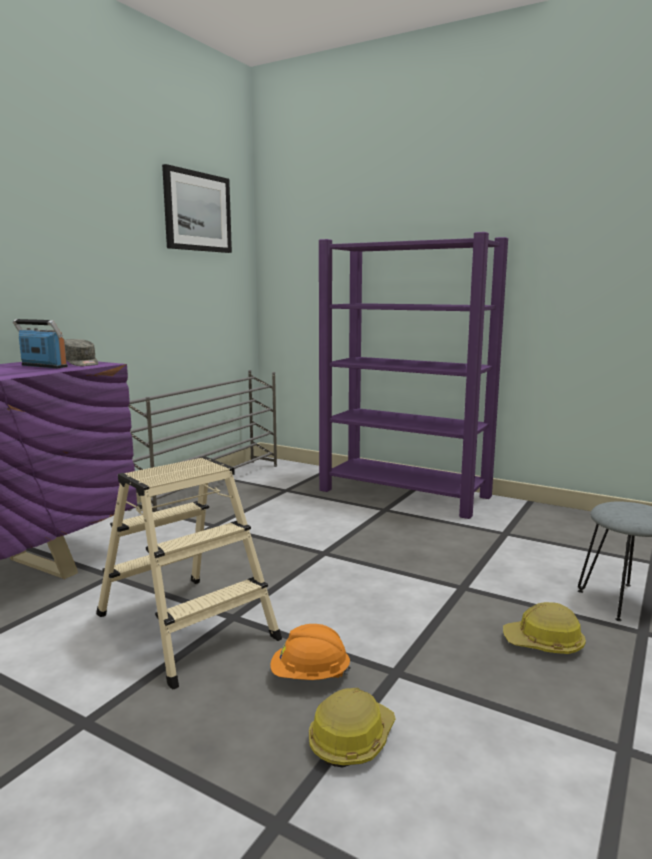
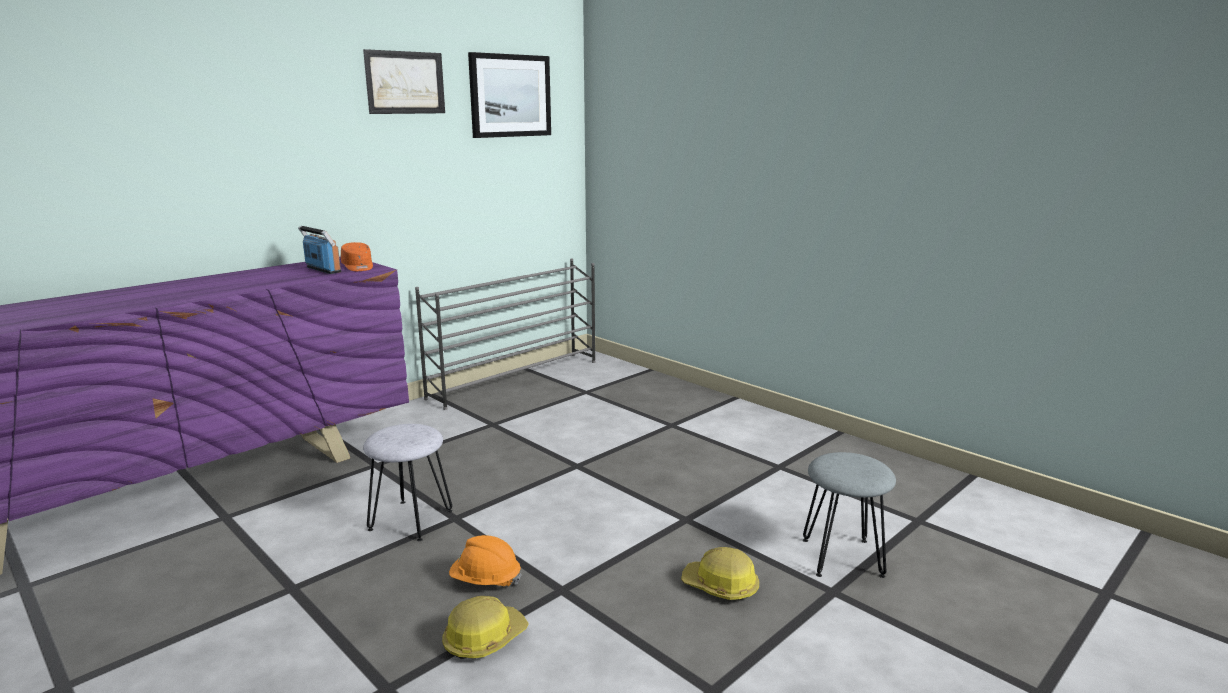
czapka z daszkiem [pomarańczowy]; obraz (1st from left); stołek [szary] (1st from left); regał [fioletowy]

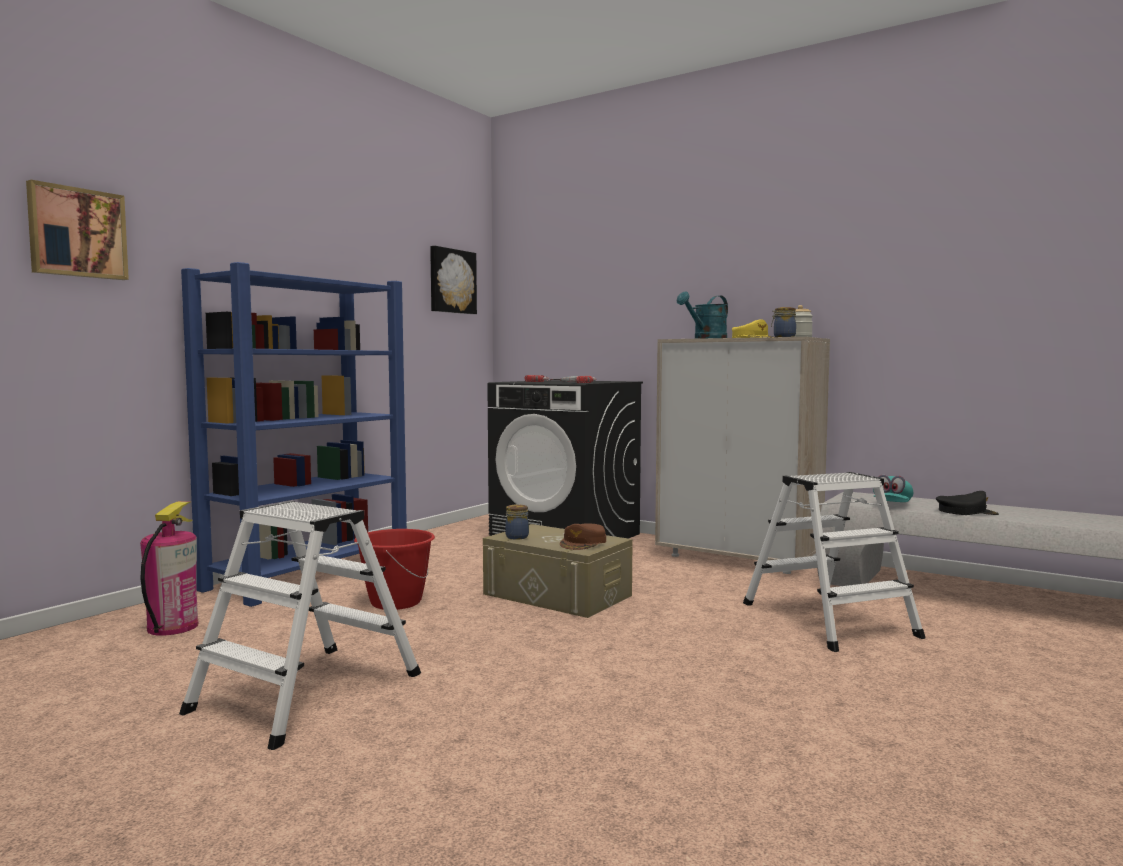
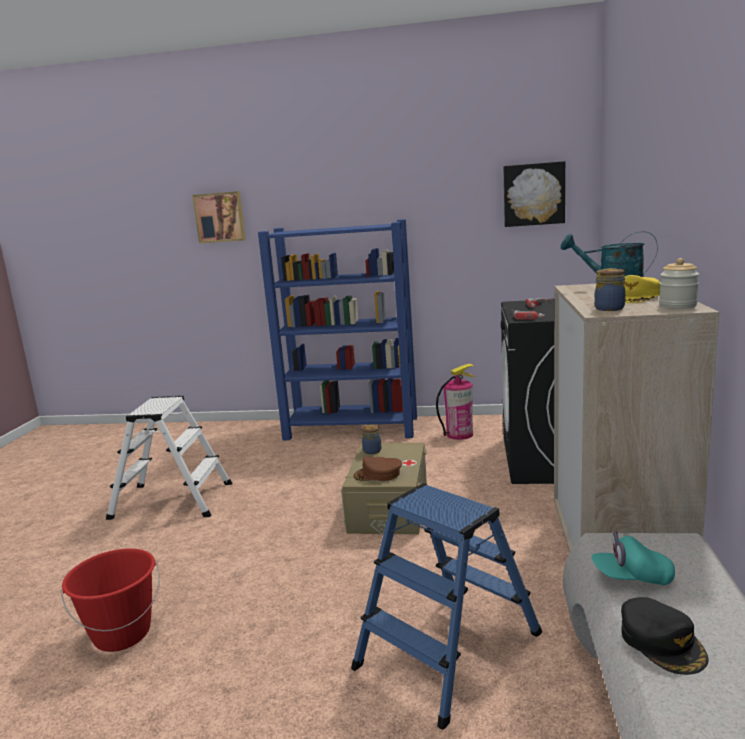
wiadro [czerwony]; drabinka [niebieski]; gaśnica

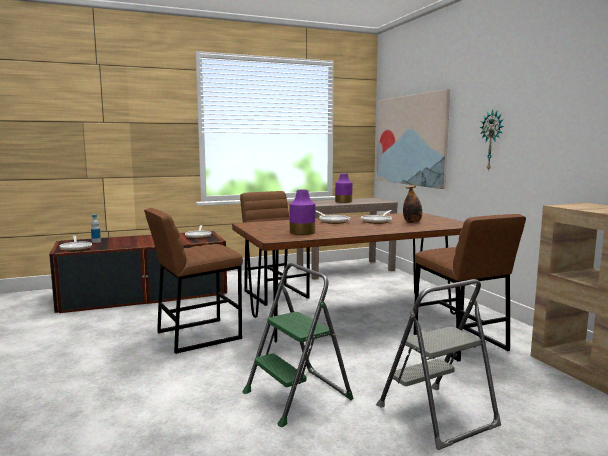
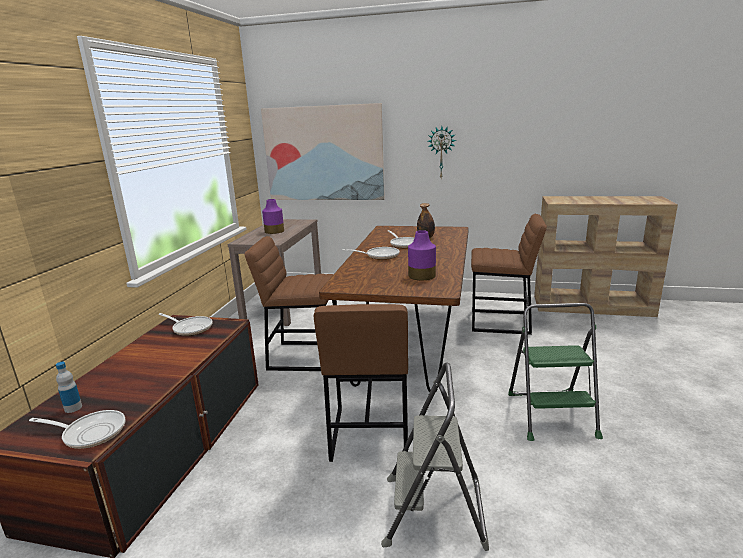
drabinka [szary]

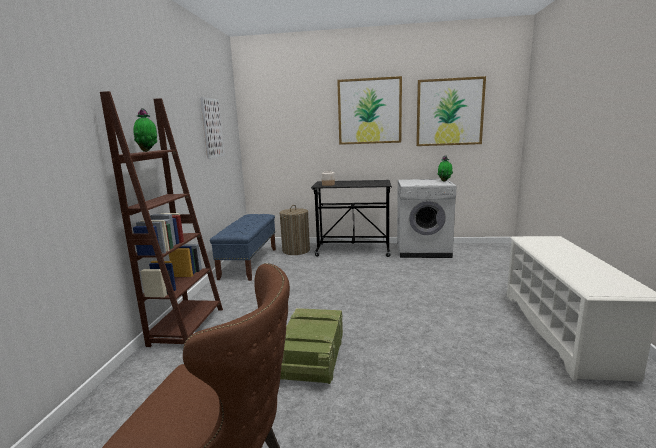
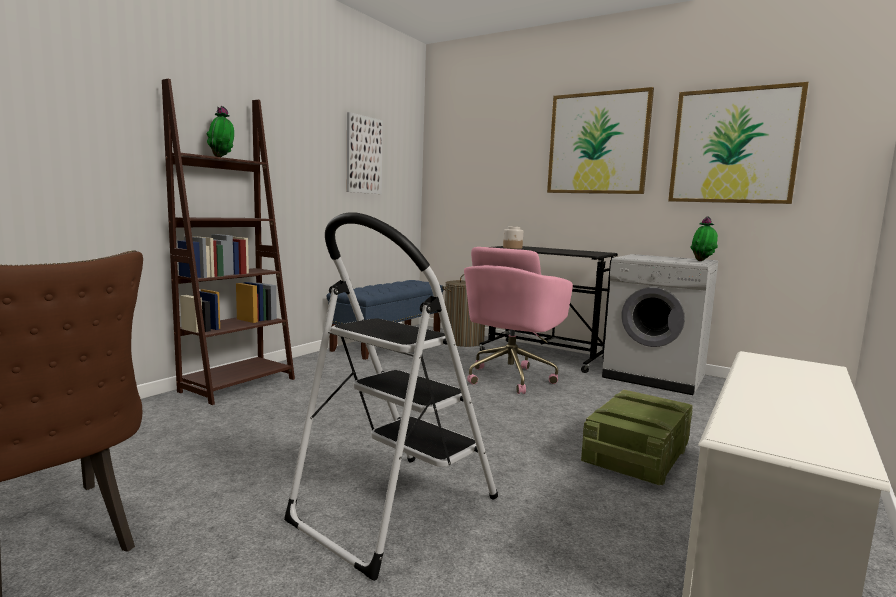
drabinka; krzesło biurowe [różowy]; skrzynka

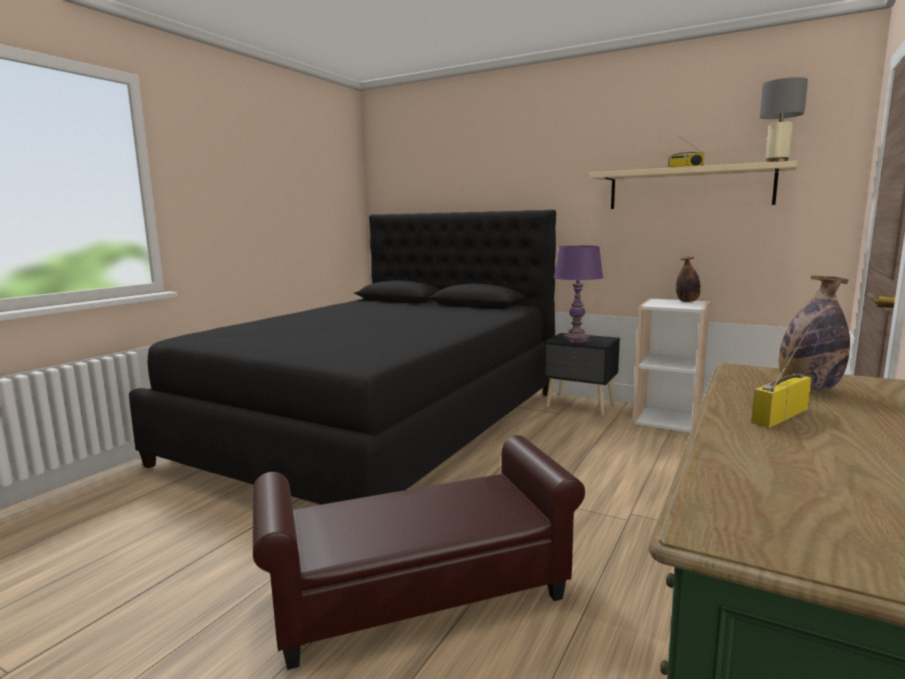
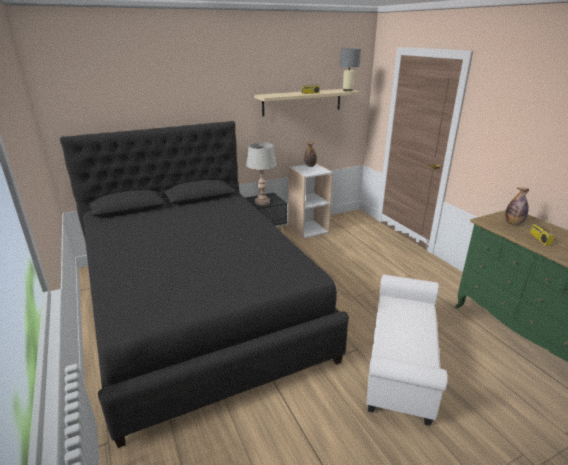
lampa stołowa [szary] (1st from left); pufa [biały]

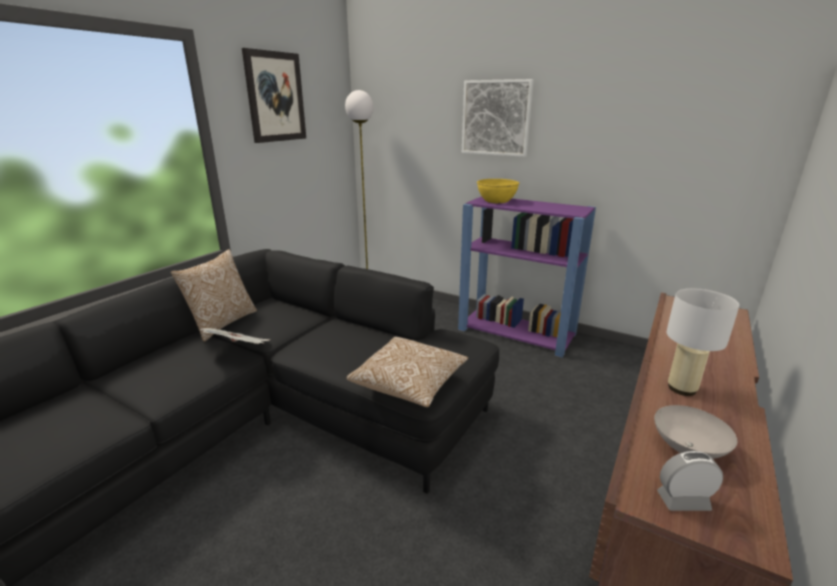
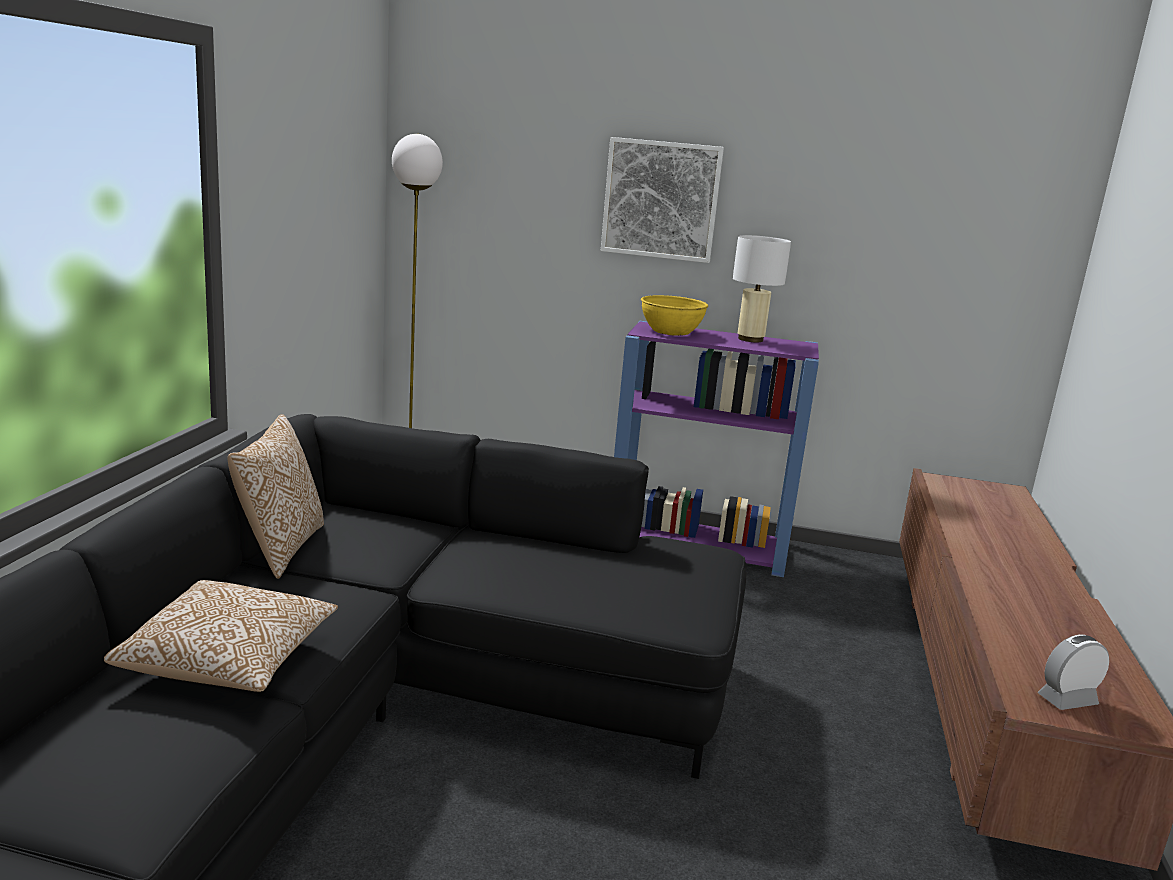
poduszka (1st from left); lampa stołowa [biały]; gazeta; obraz (1st from left in the first image); miska [biały]

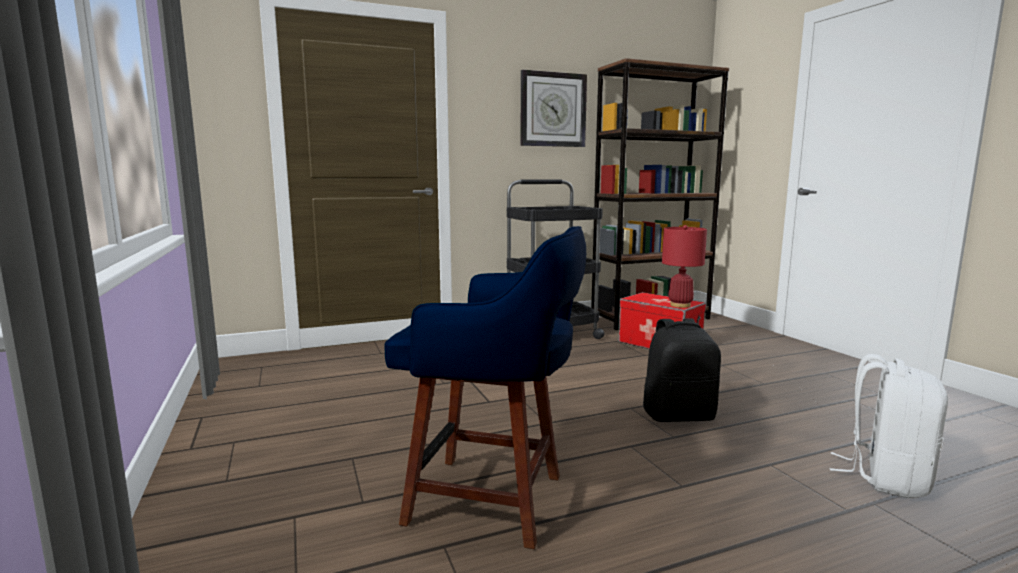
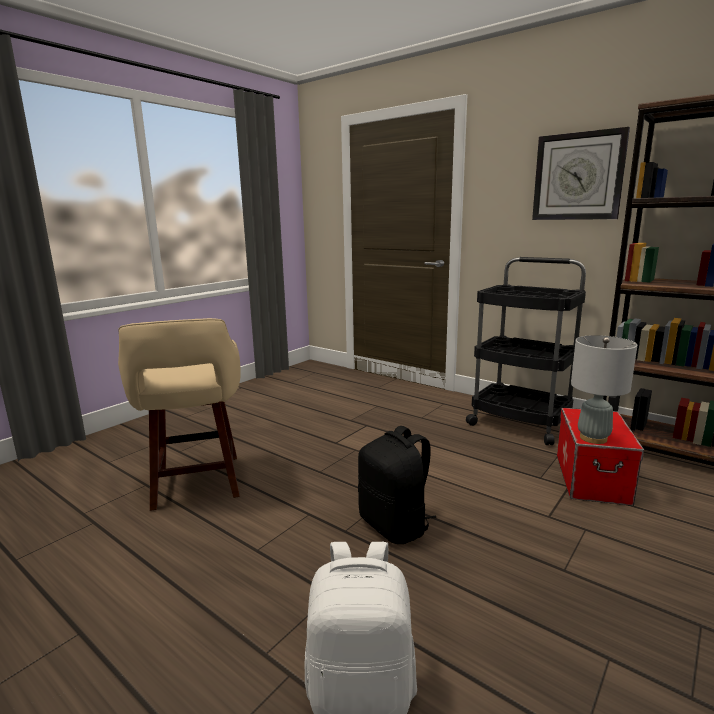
stołek [beżowy]; lampa stołowa [szary]

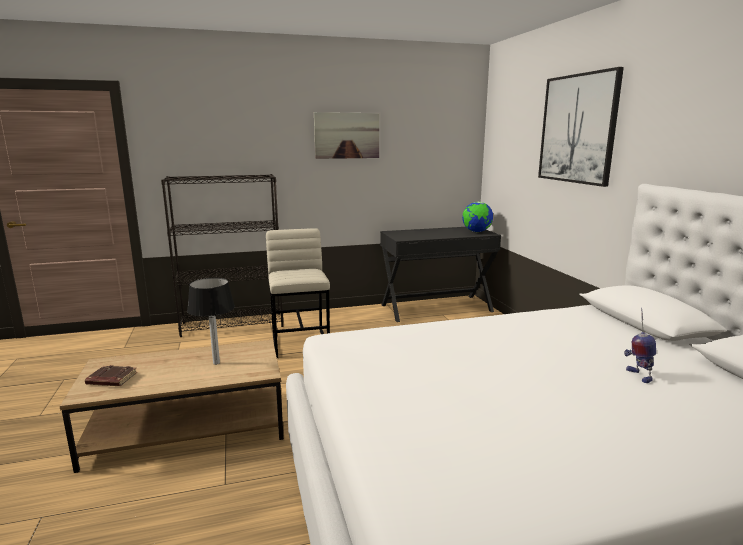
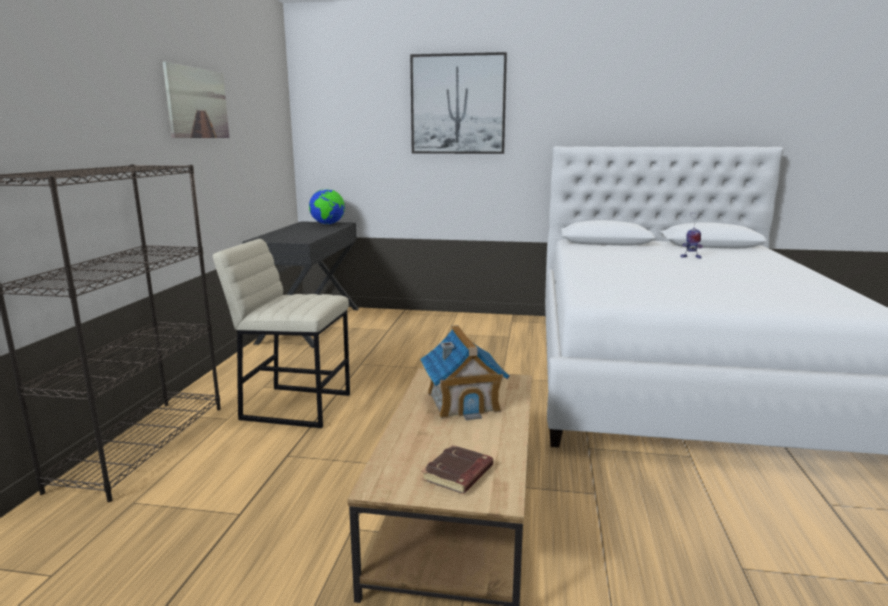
domek

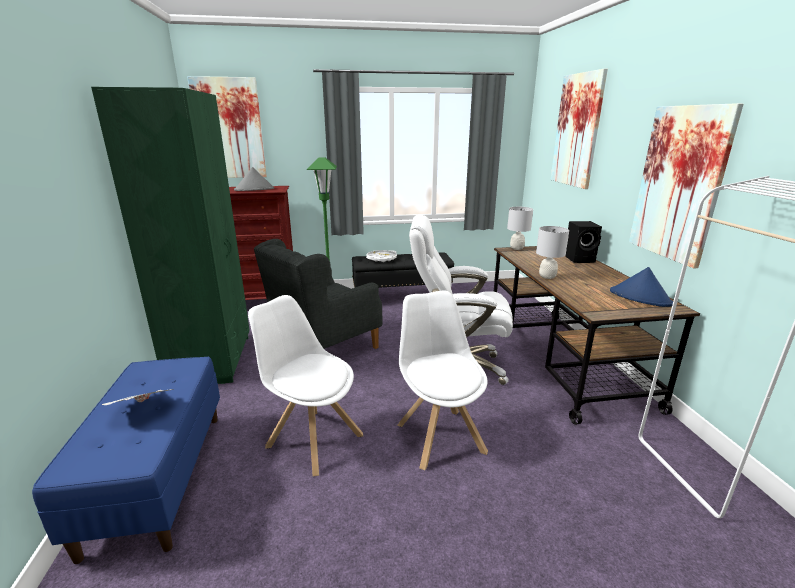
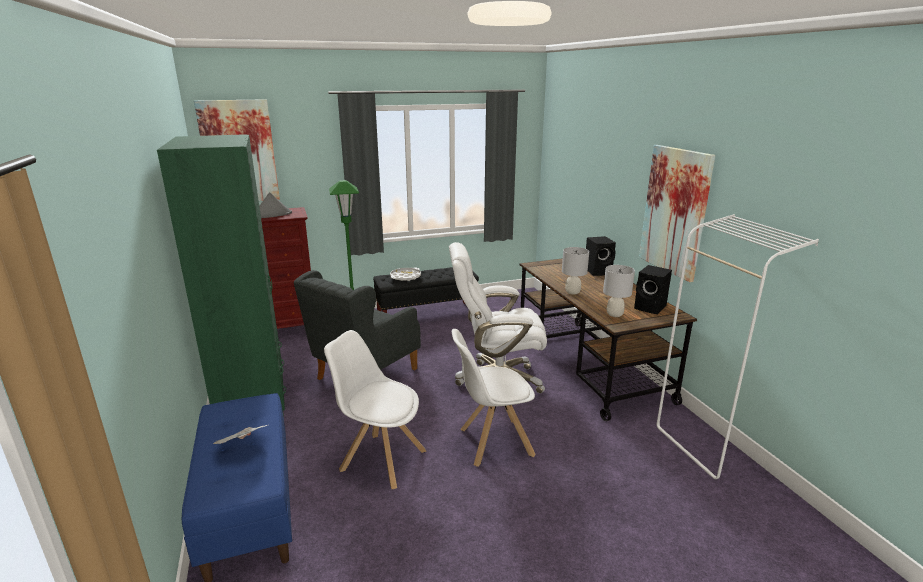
krzesło [biały] (2nd from left); lampa stołowa [szary] (2nd from left); głośnik [czarny] (2nd from left); obraz (2nd from left in the first image)

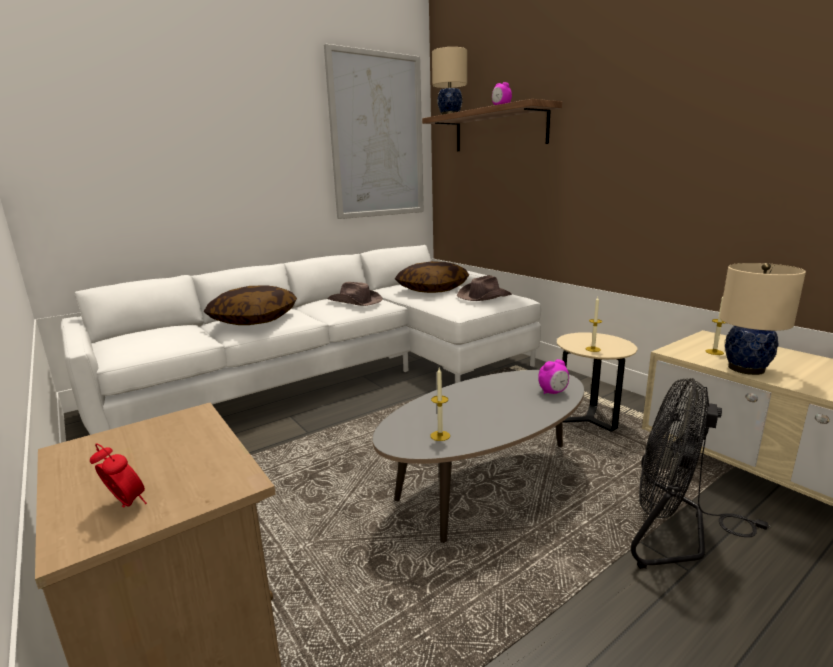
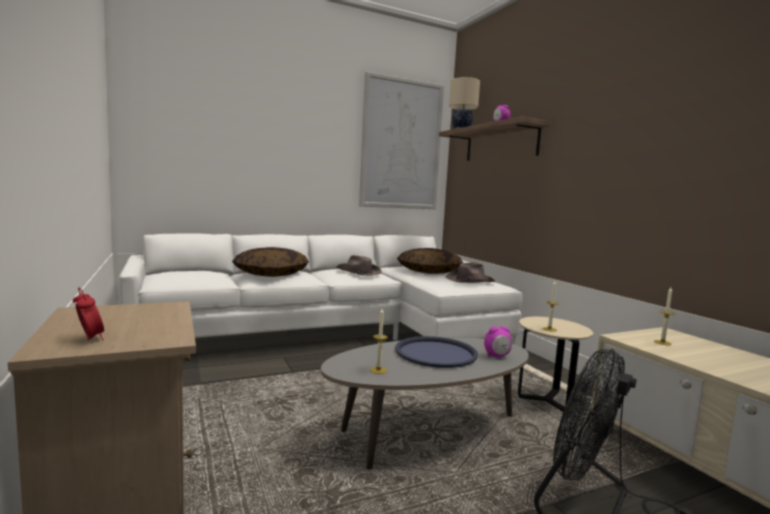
taca [niebieski]; lampa stołowa [beżowy] (2nd from left in the first image)

